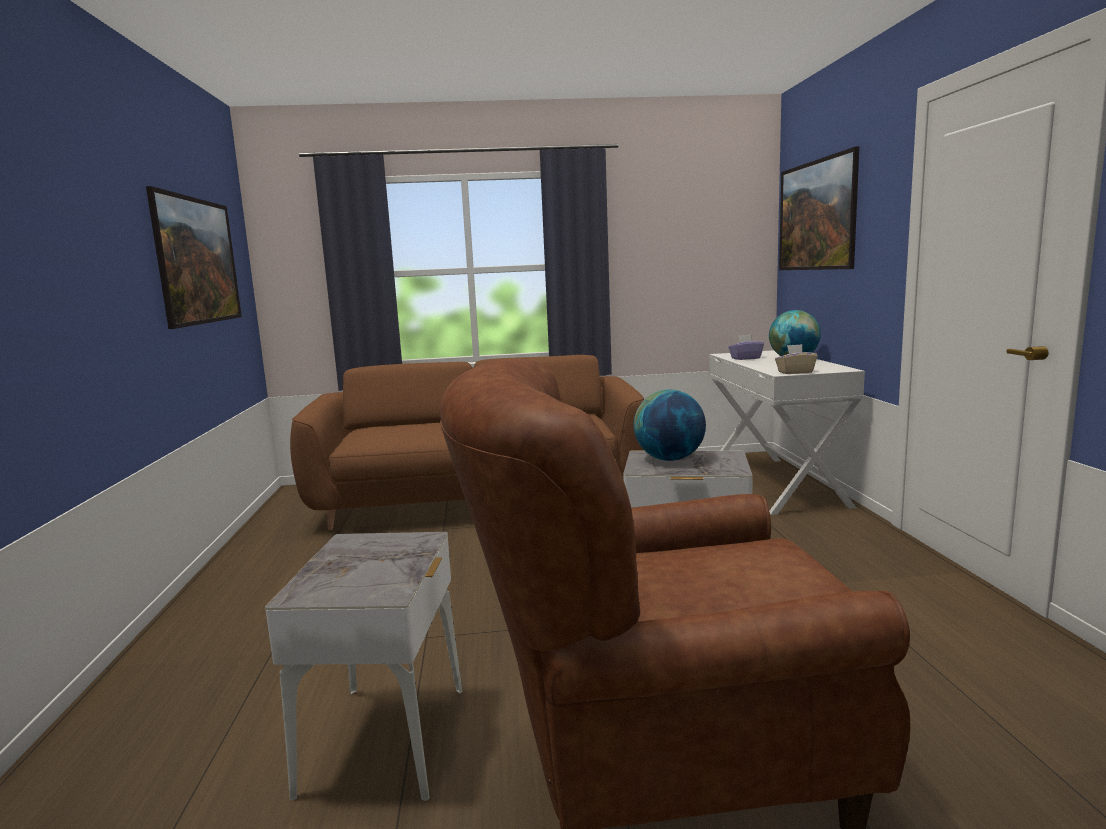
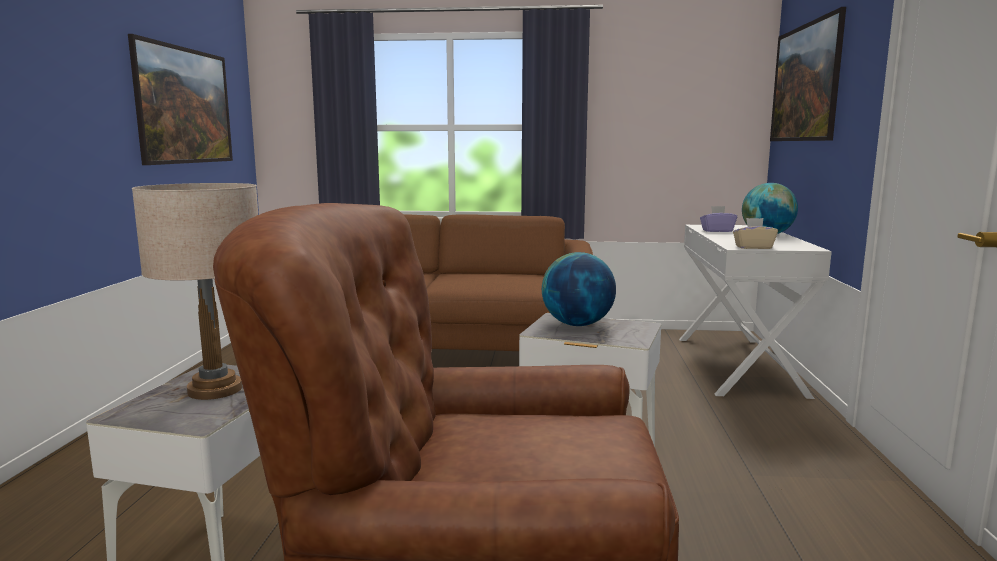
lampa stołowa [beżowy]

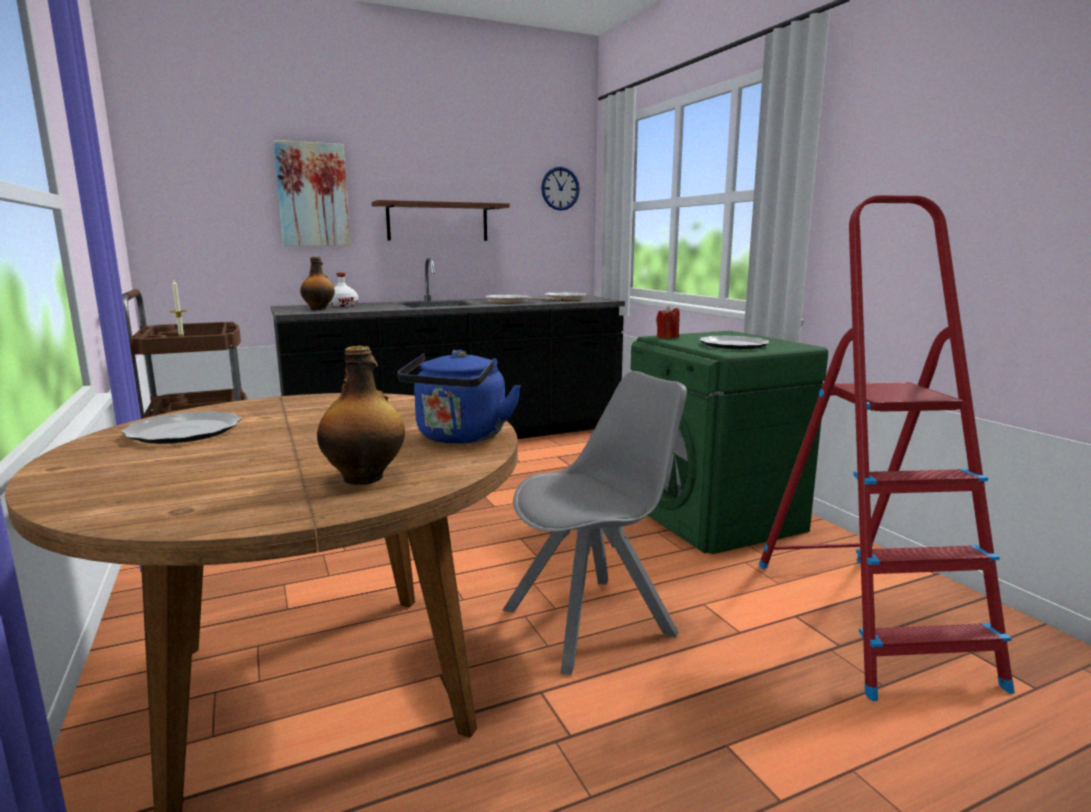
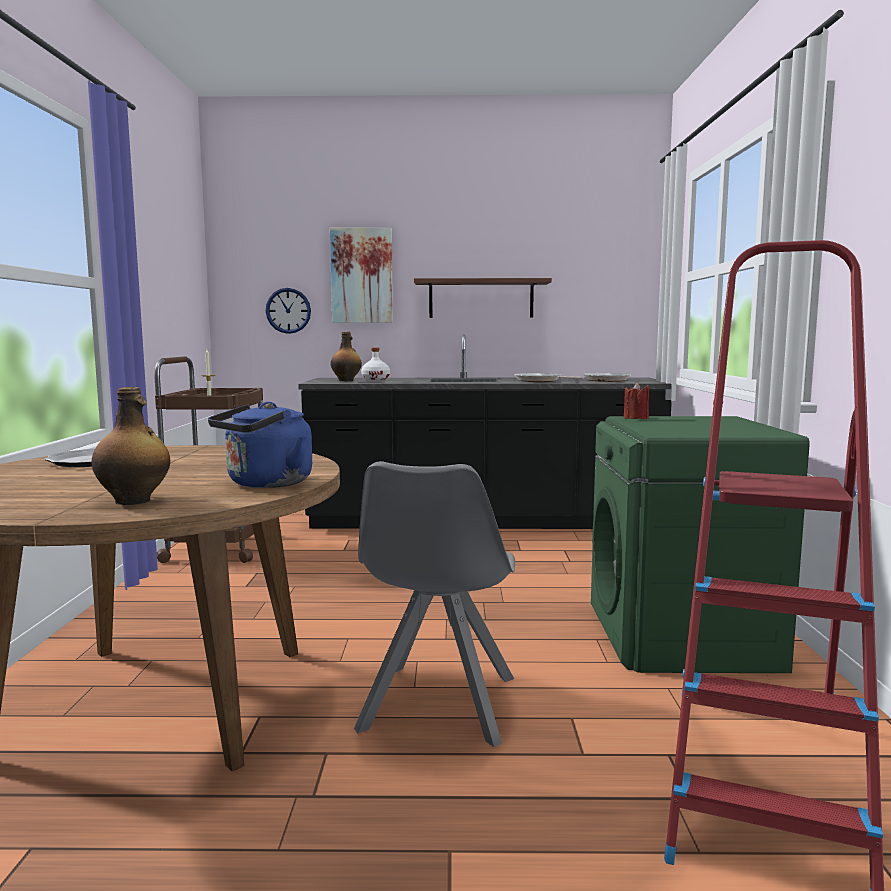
zegar ścienny; krzesło [szary]; talerz (2nd from left in the first image)

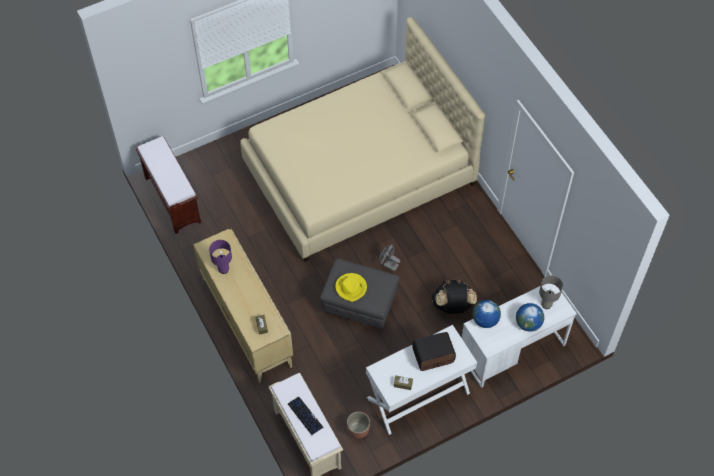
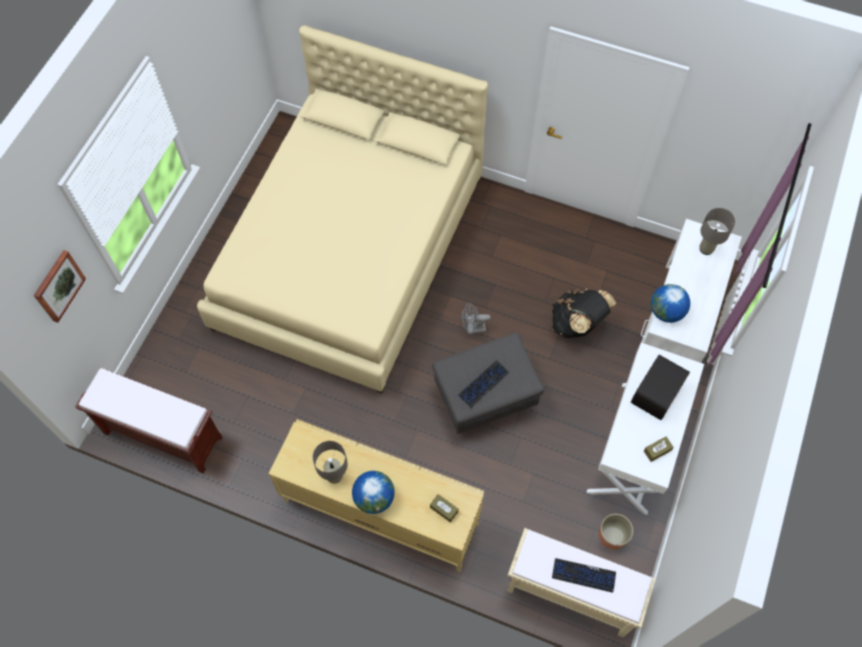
obraz; lampa stołowa [szary] (1st from left); globus (1st from left); klawiatura (1st from left)

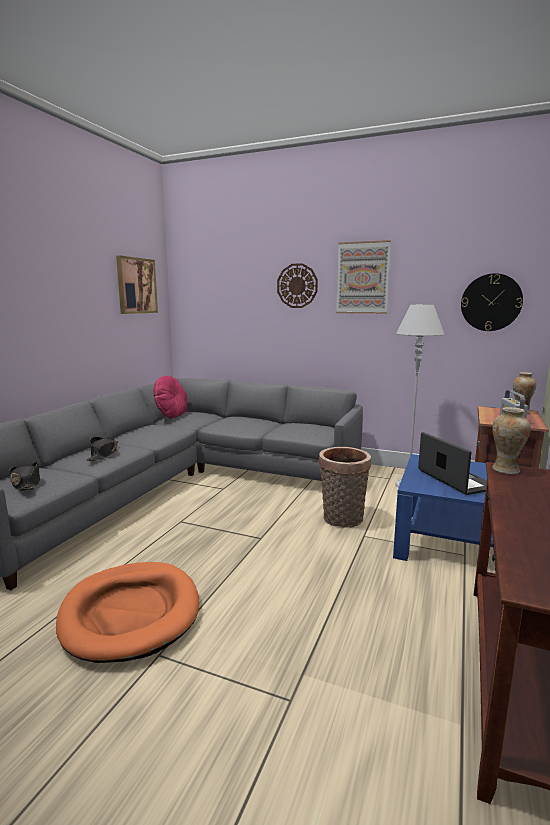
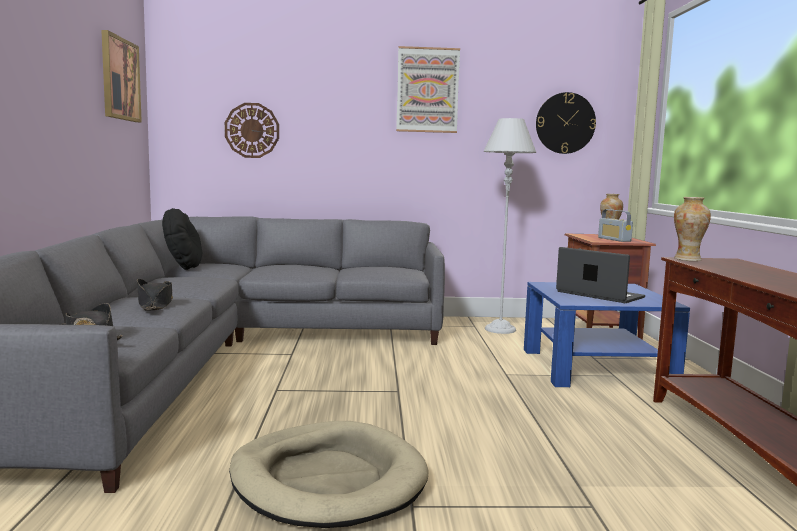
poduszka [czarny]; zegar ścienny (1st from left); legowisko [beżowy]; koszyk

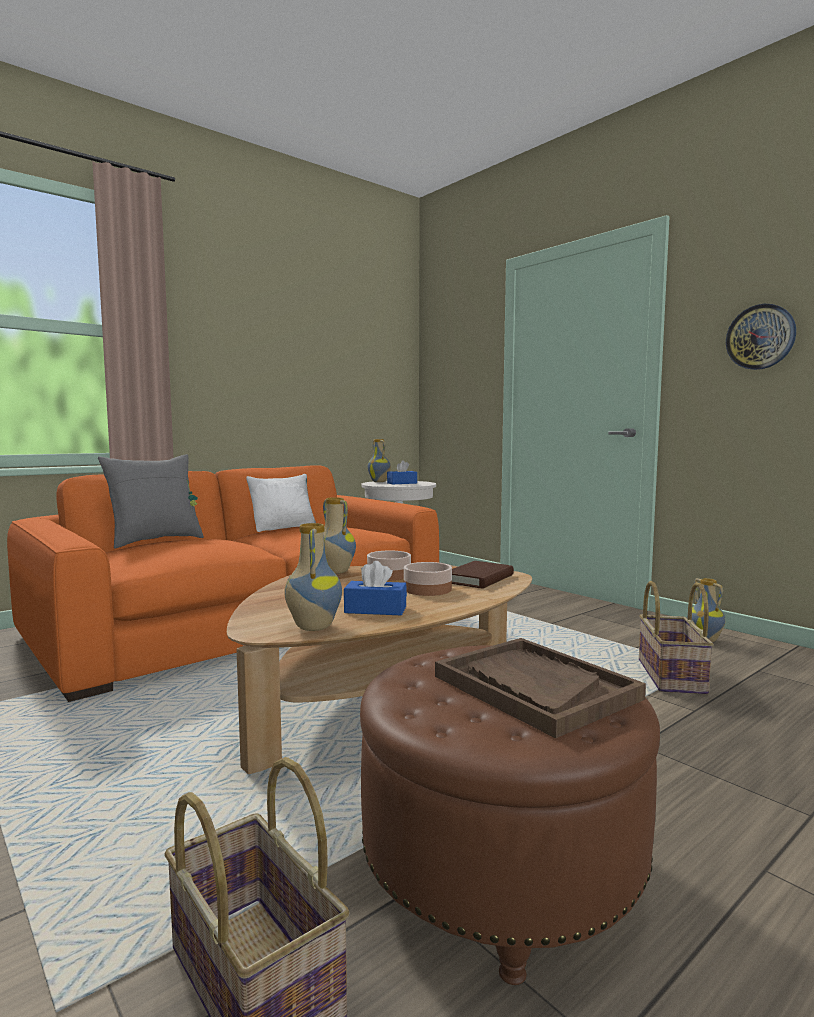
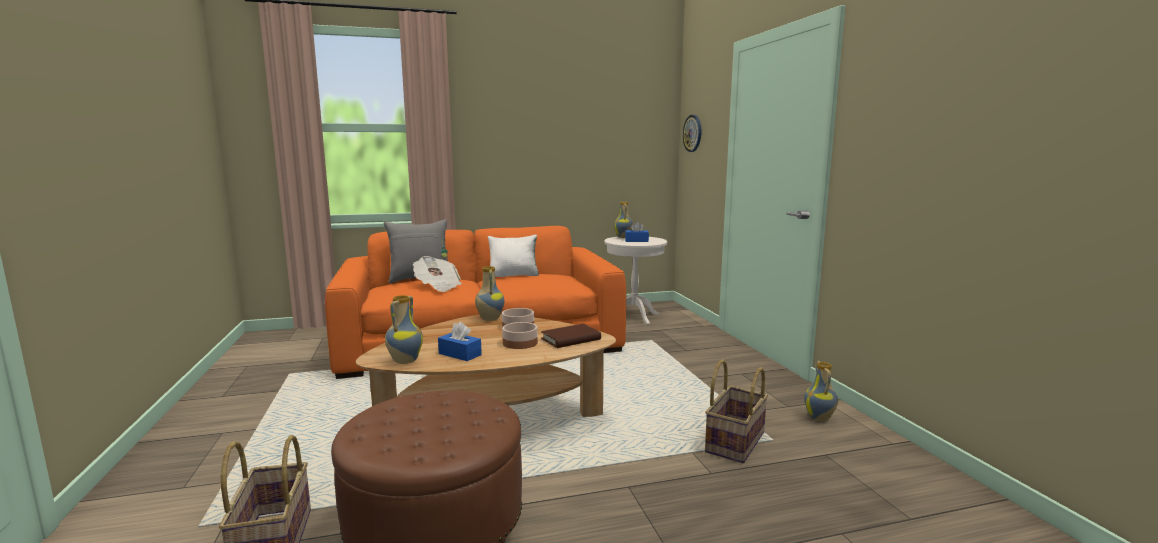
gazeta; zegar ścienny; taca [brązowy]

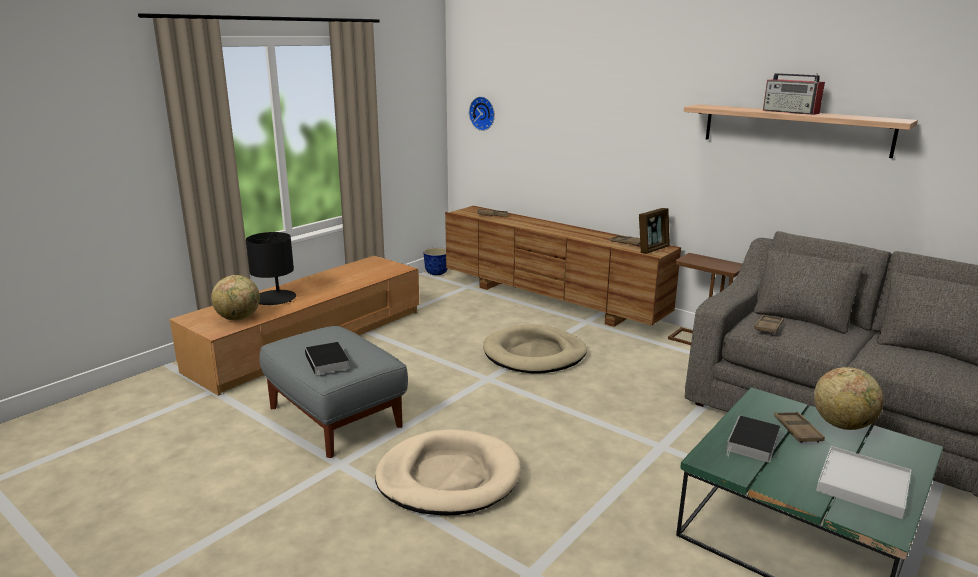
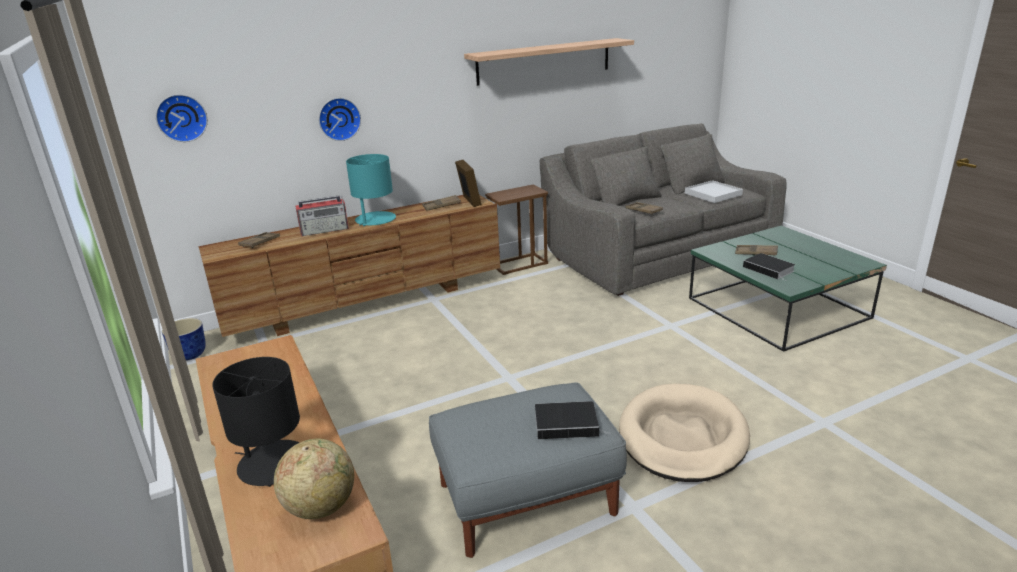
radio; zegar ścienny (2nd from left); lampa stołowa [turkusowy]; taca [biały]; legowisko [beżowy] (2nd from left in the first image); globus (2nd from left in the first image)

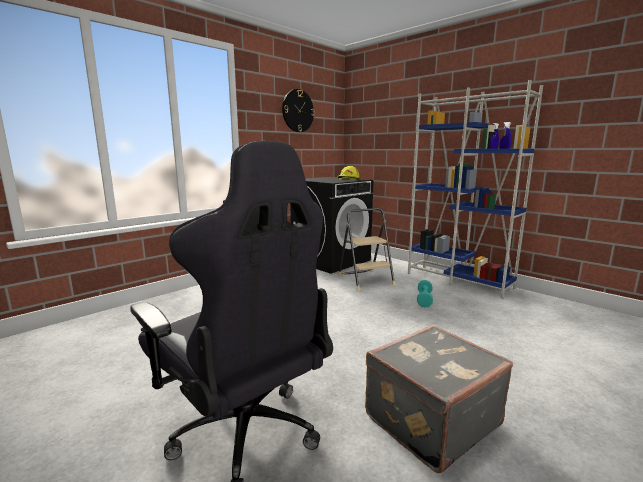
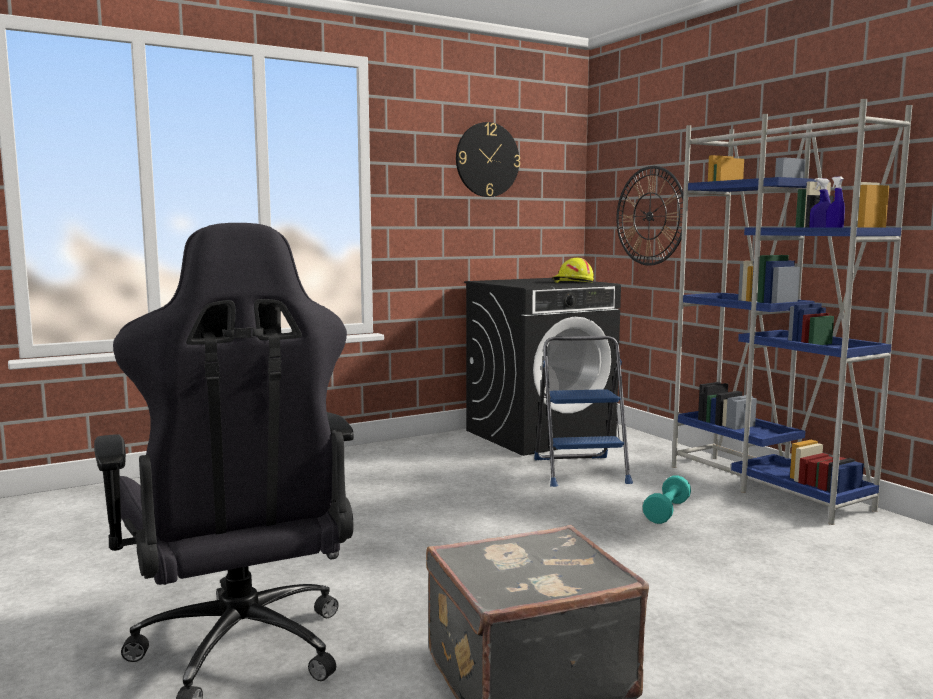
drabinka [niebieski]; zegar ścienny (2nd from left)

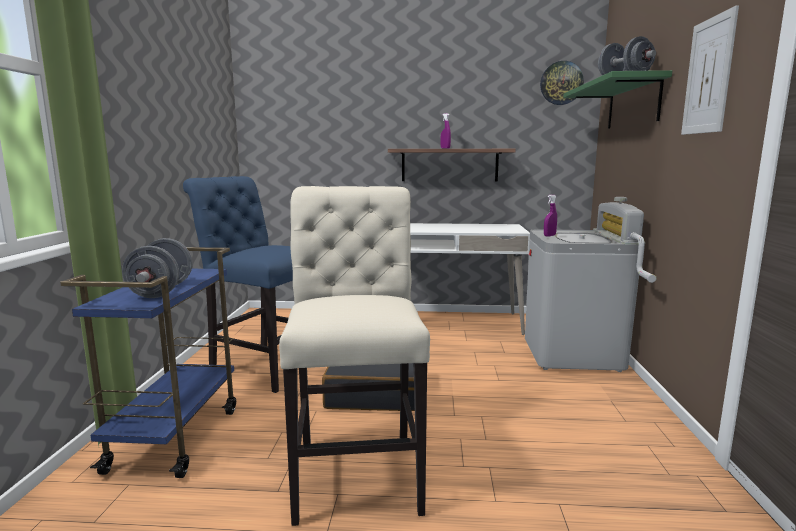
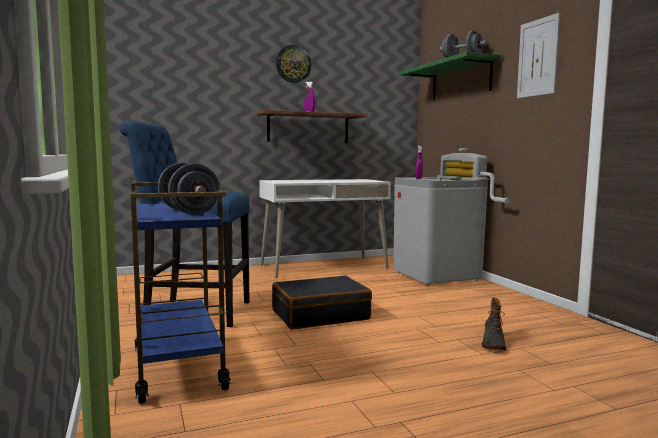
zegar ścienny; but z cholewką; stołek [beżowy]

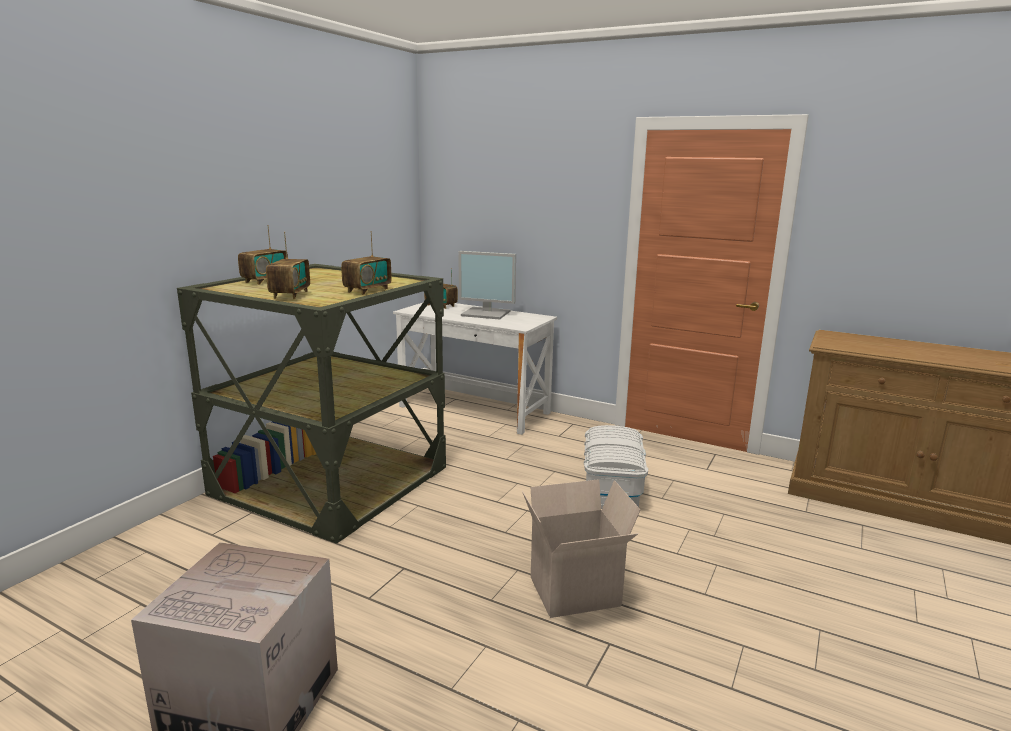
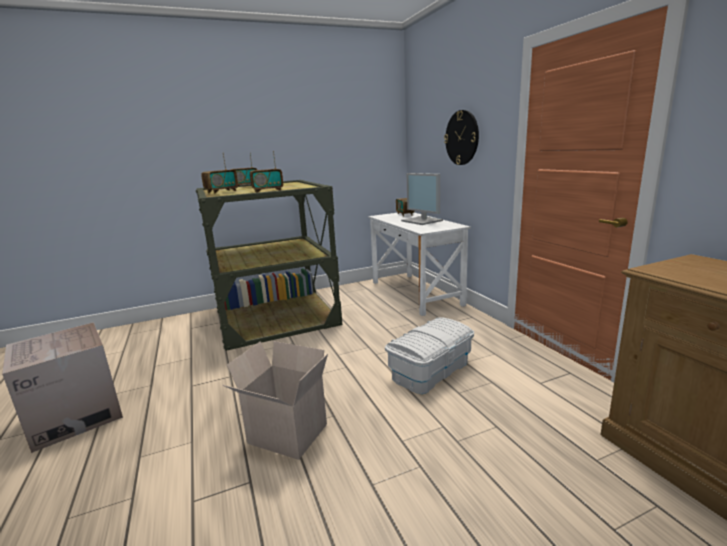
zegar ścienny

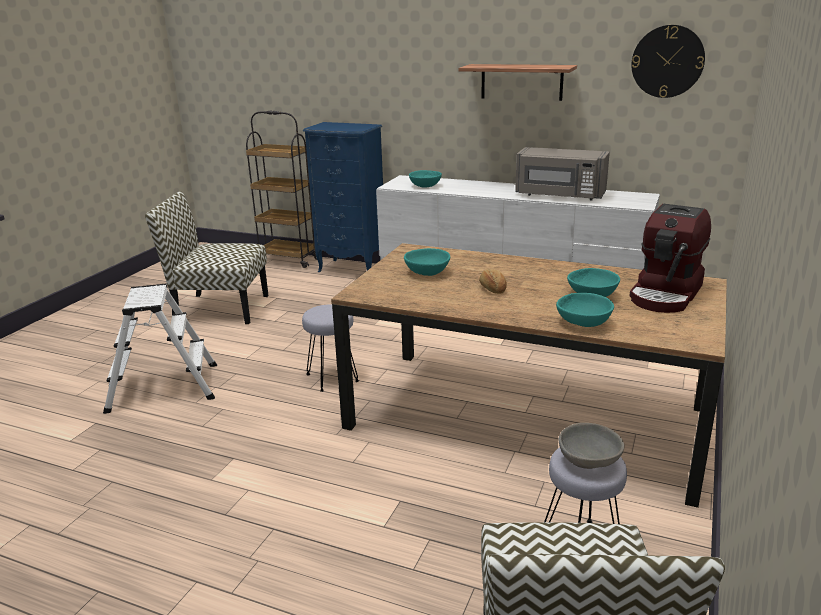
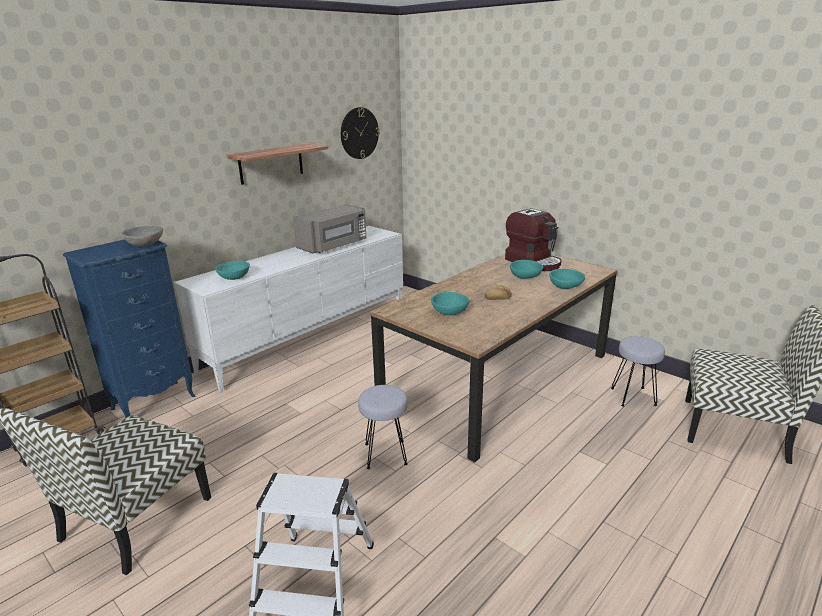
miska [szary]

